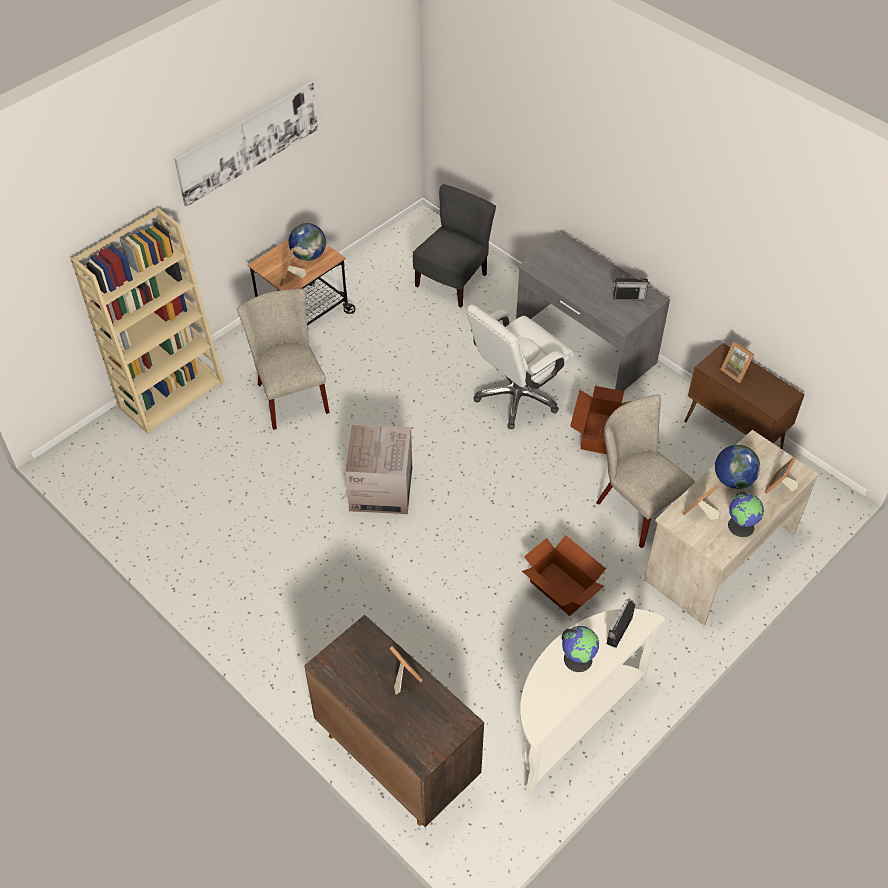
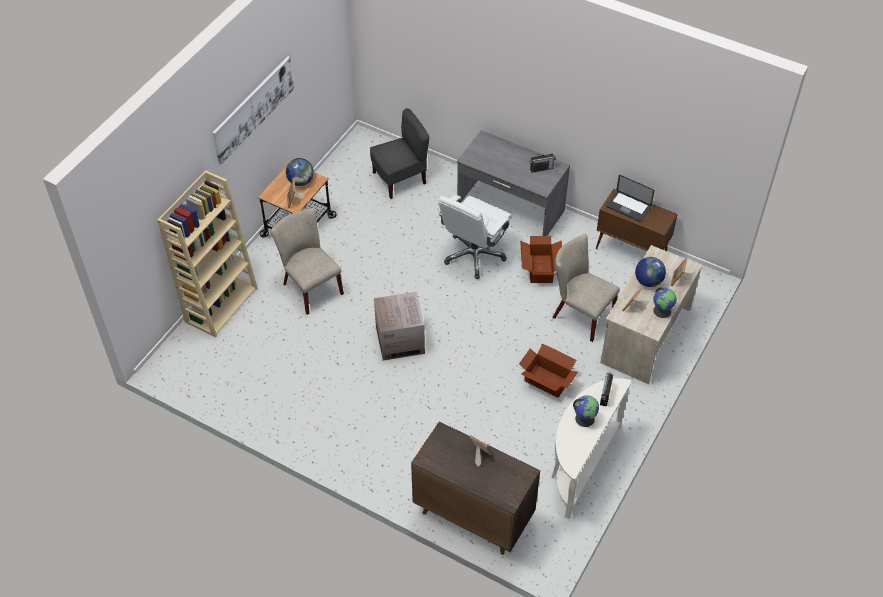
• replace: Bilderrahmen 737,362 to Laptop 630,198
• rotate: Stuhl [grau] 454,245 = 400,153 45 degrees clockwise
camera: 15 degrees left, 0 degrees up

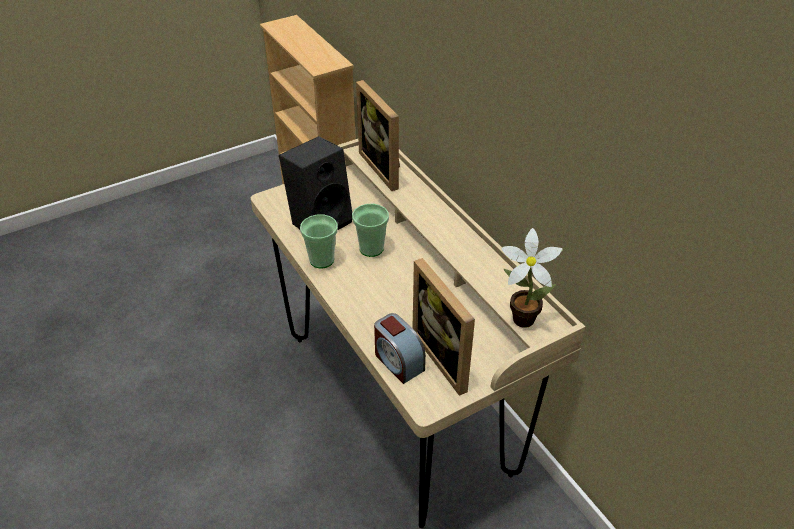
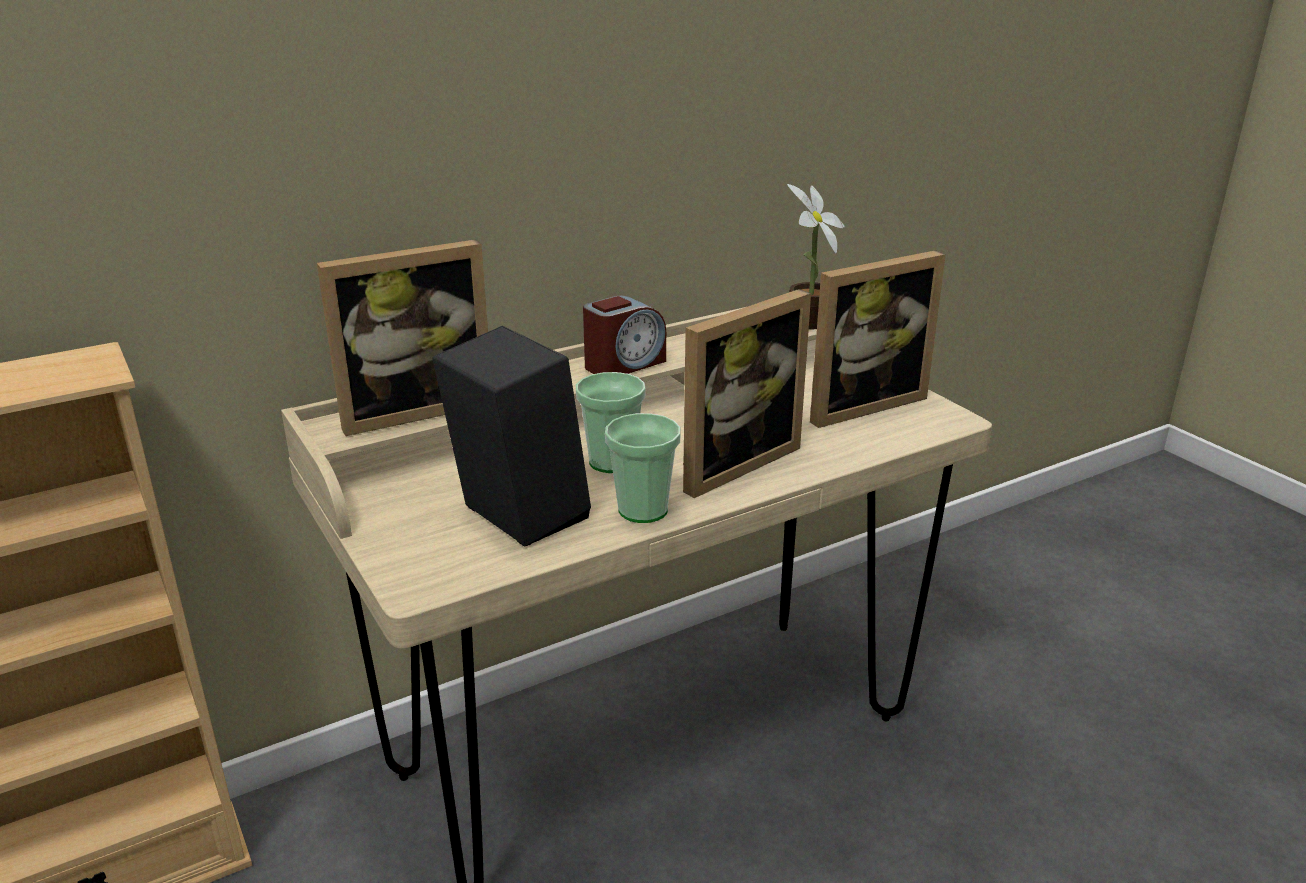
• insert: Bilderrahmen 747,393
• move: Wecker 400,348 to 624,334
camera: 90 degrees left, 15 degrees down

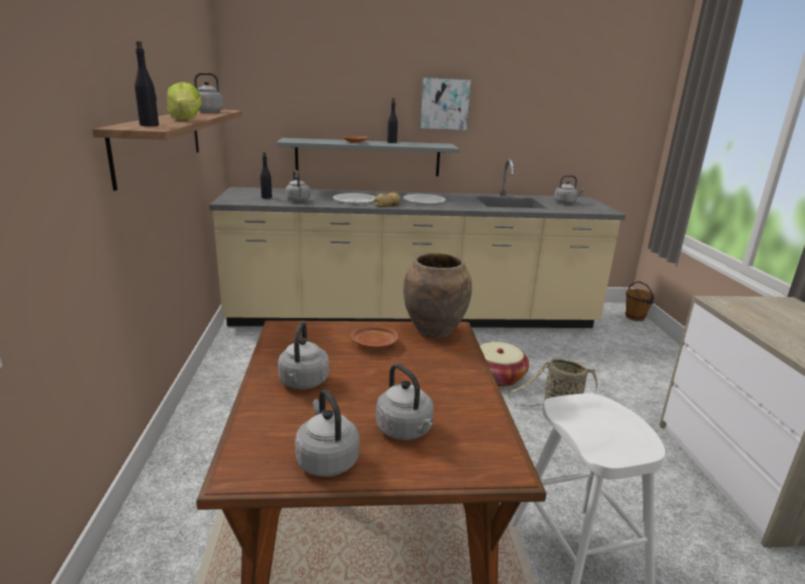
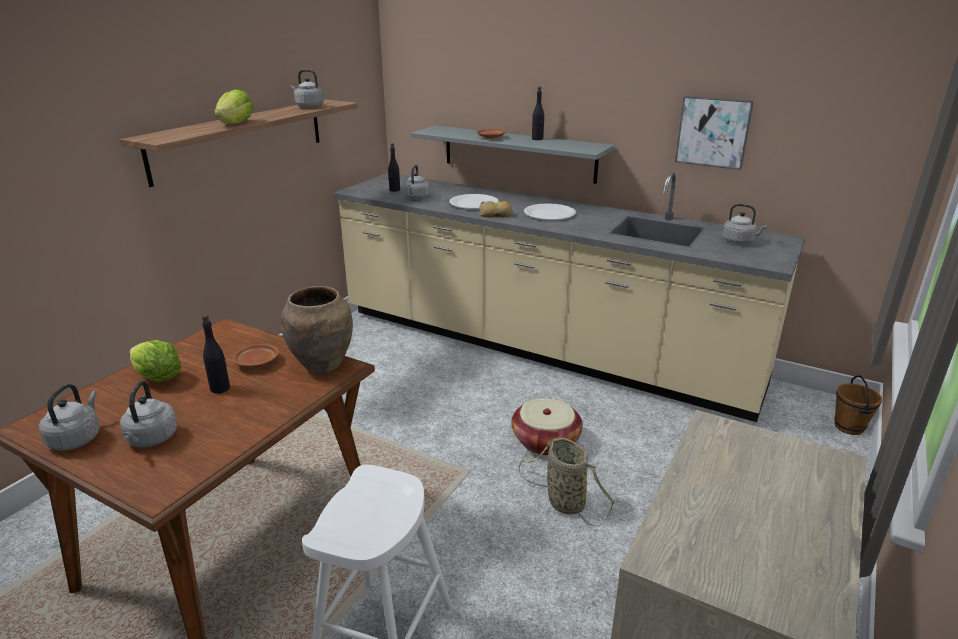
• move: Flasche [schwarz] 147,83 to 216,354
• move: Bild 445,104 to 714,133
• replace: Wasserkessel [grau] 303,355 to Salatkopf 155,361
camera: 35 degrees right, 5 degrees up

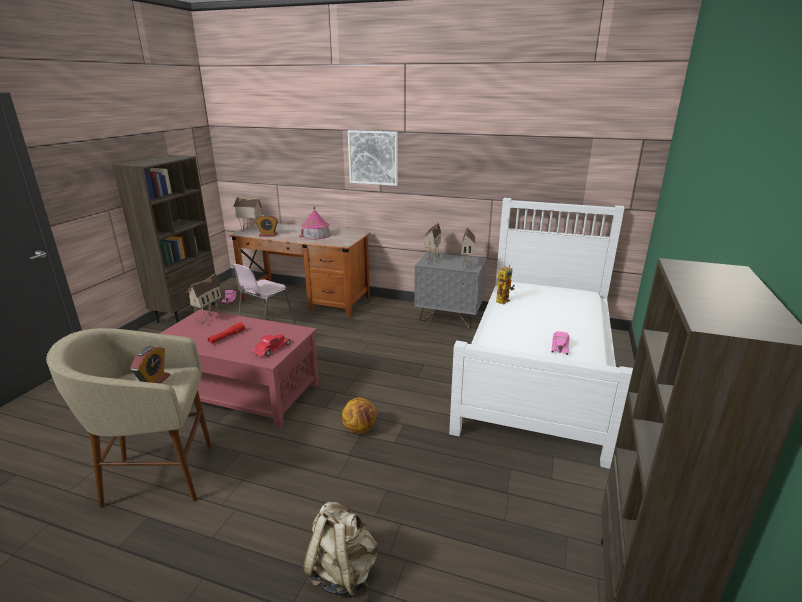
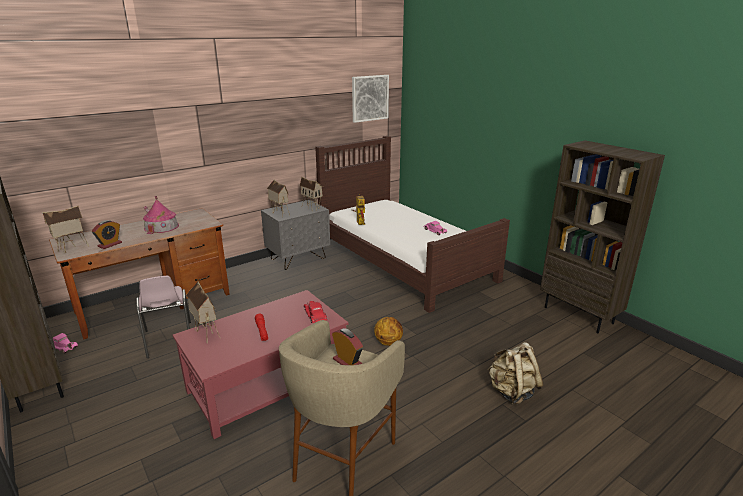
• move: Bild 373,158 to 370,99
• recolor: Bett [weiß] 541,333 to Bett [braun] 412,224
camera: 55 degrees left, 0 degrees up

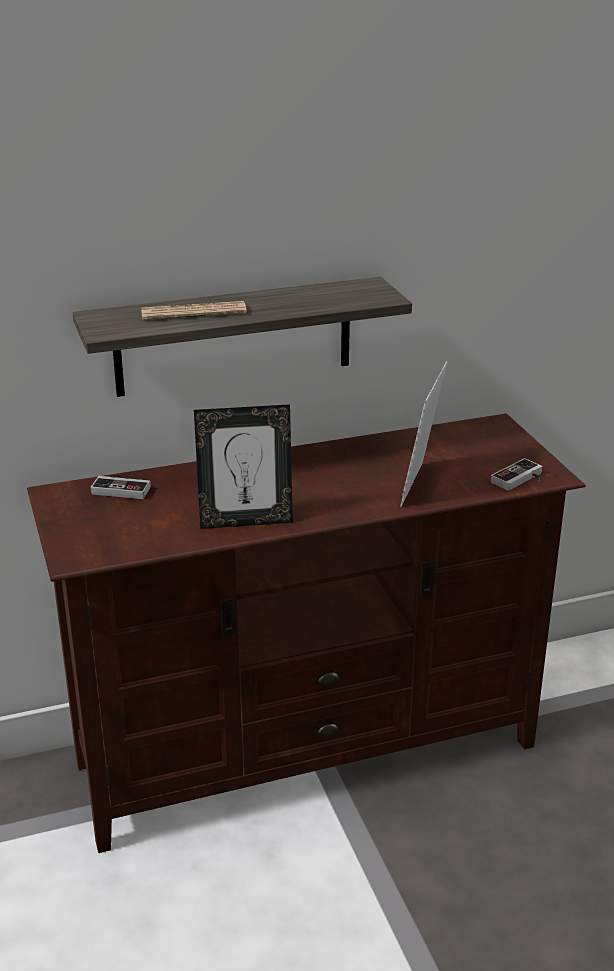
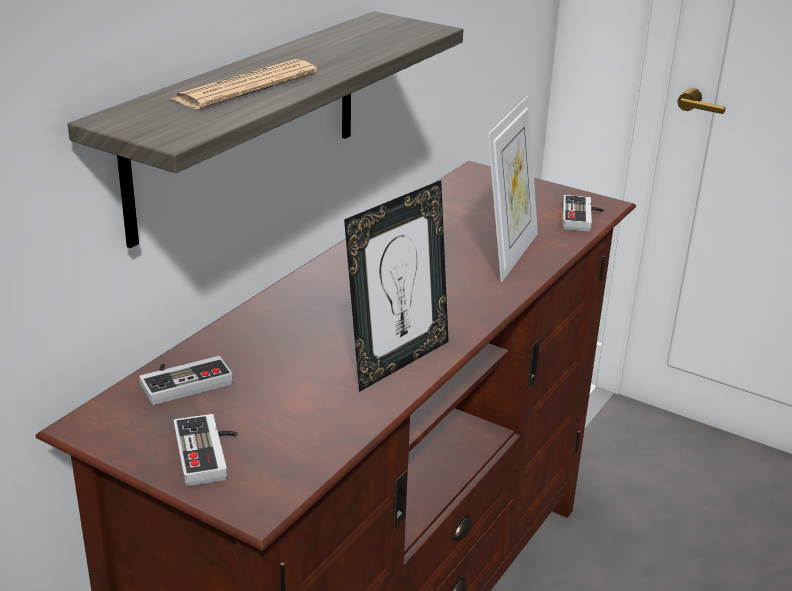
• insert: Gamepad 206,450
• rotate: Bilderrahmen 423,434 = 513,189 135 degrees counterclockwise
camera: 40 degrees left, 0 degrees up

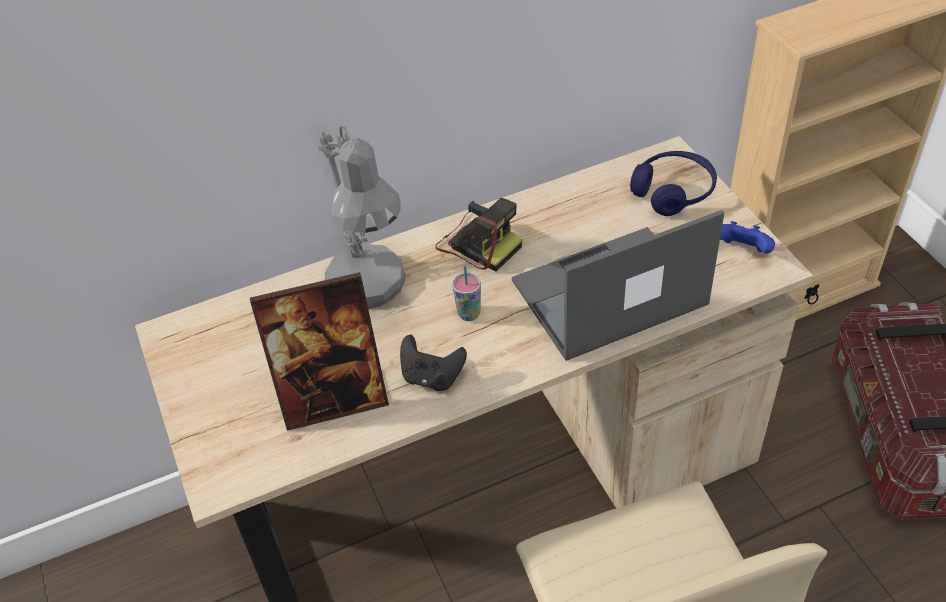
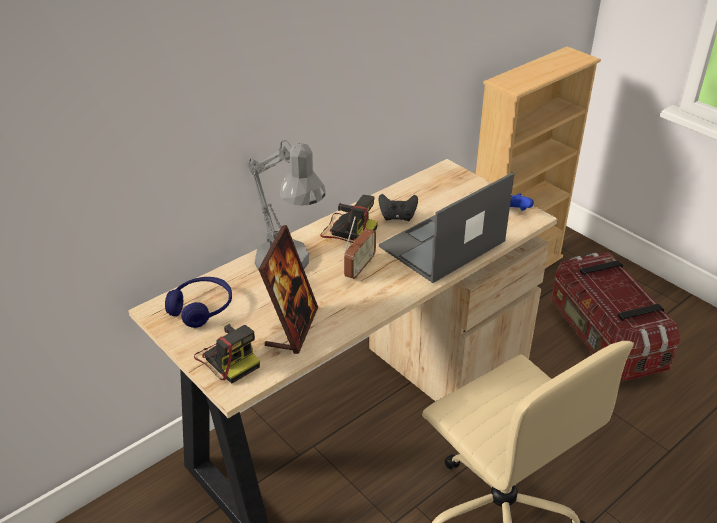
• insert: Kamera 227,354
• move: Gamepad [schwarz] 433,363 to 398,207
• move: Kopfhörer [blau] 673,183 to 198,302
• replace: Tasse 466,293 to Radio 359,248
• rotate: Bilderrahmen 319,351 = 288,289 45 degrees counterclockwise
camera: 20 degrees left, 10 degrees down

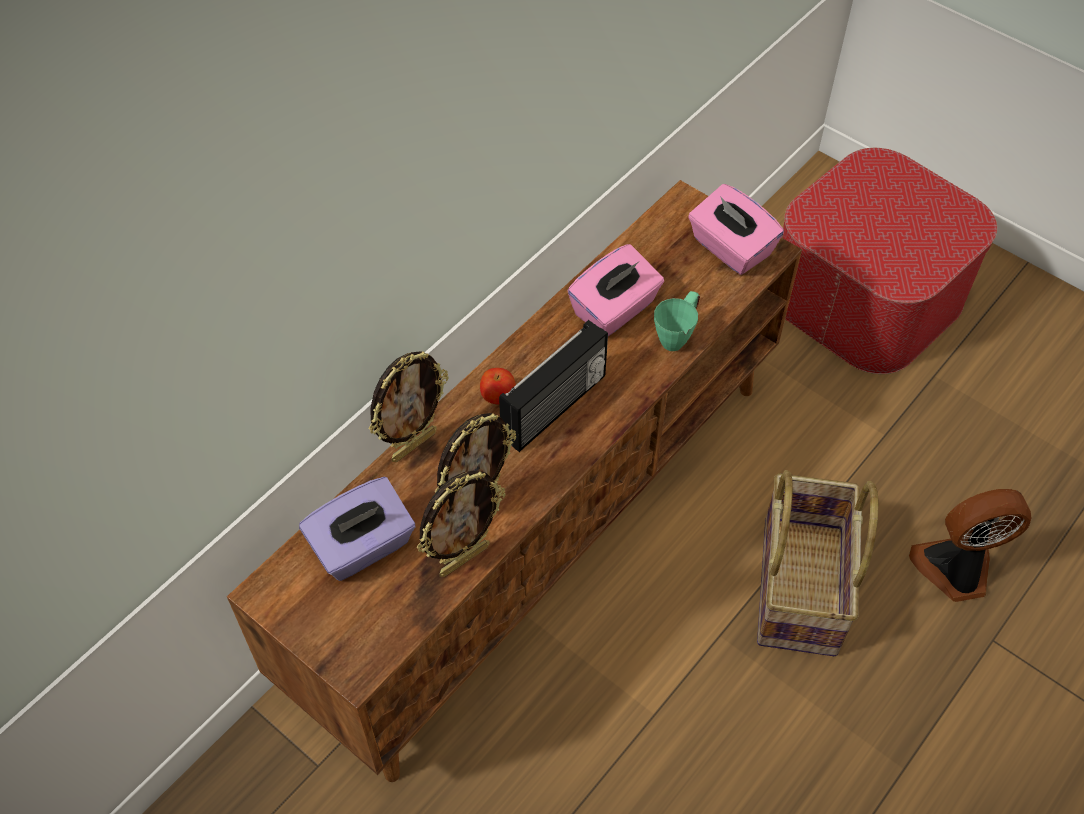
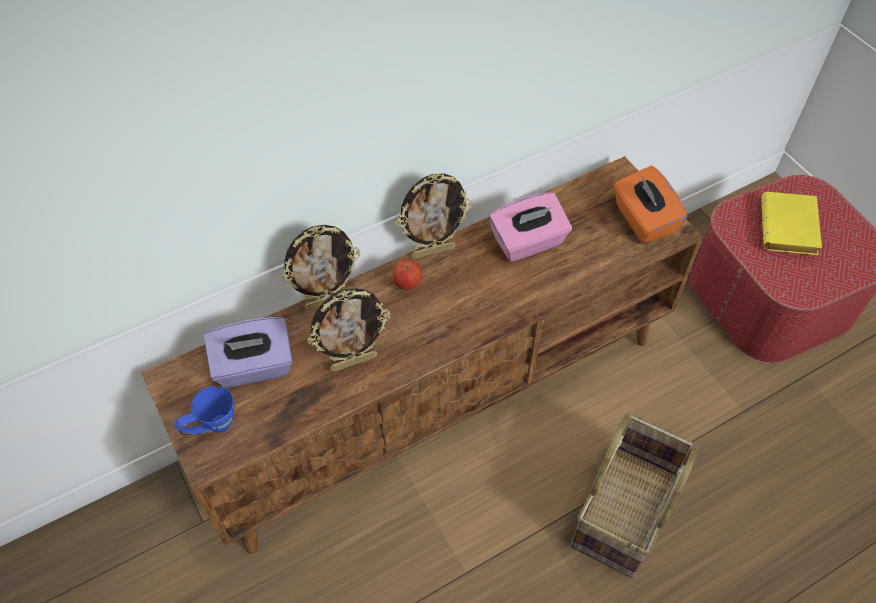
• delete: Radio 553,386
• delete: Henkelbecher [grün] 677,321
• delete: Ventilator 970,545
• insert: Henkelbecher [blau] 204,410
• insert: Buch [gelb] 791,223
• move: Bilderrahmen 461,523 to 434,216
• recolor: Taschentuchbox [rosa] 736,229 to Taschentuchbox [orange] 650,204
camera: 20 degrees right, 0 degrees up

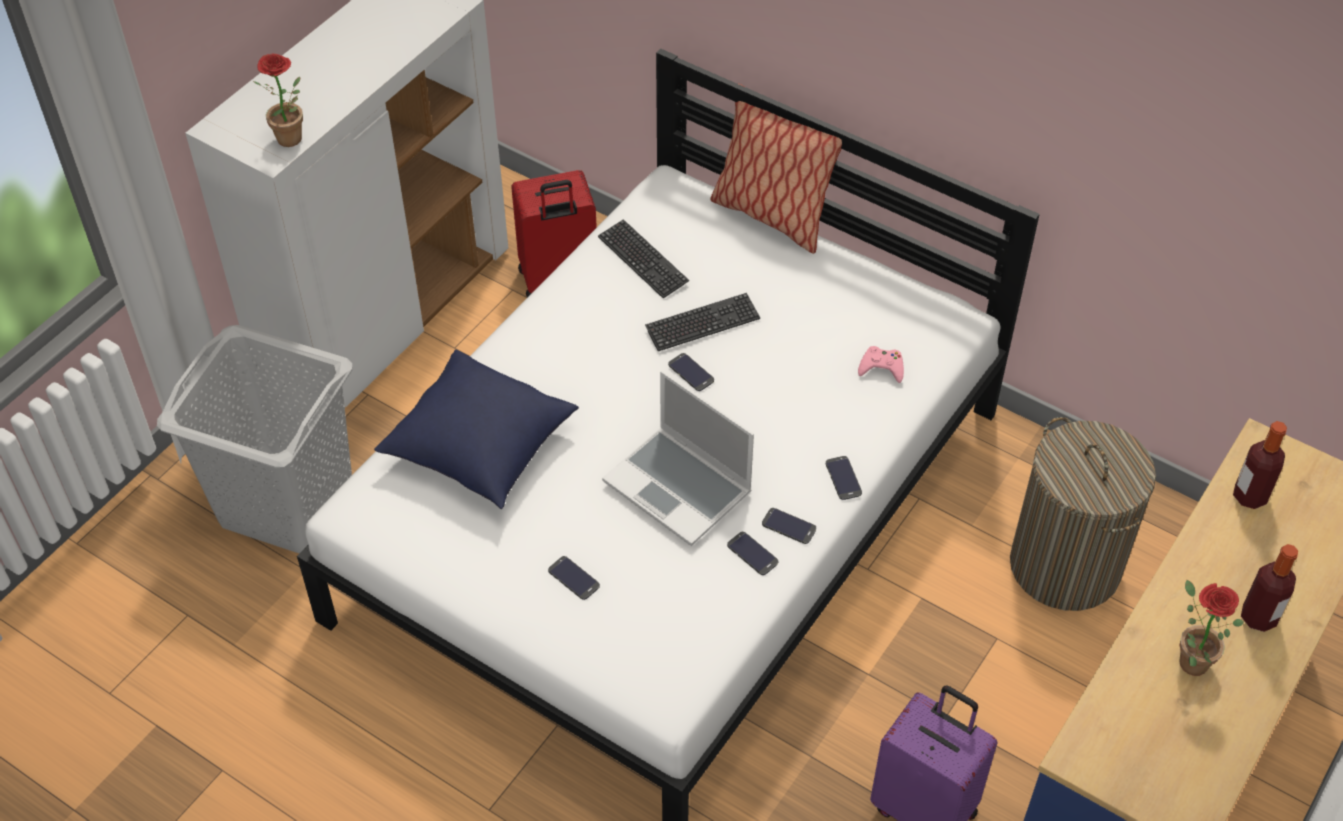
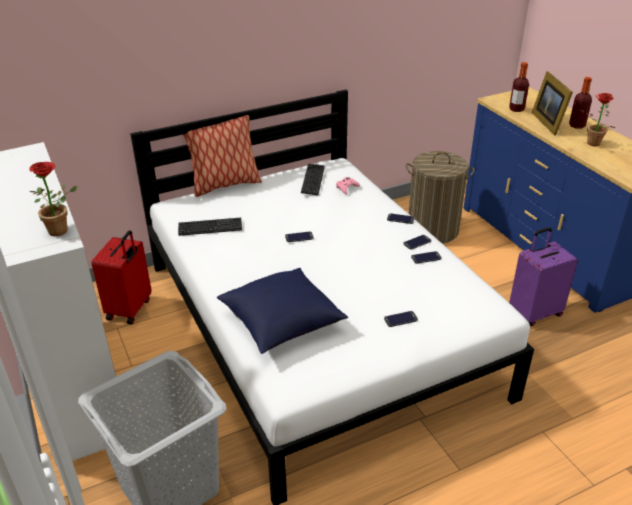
• delete: Laptop 678,458
• insert: Bilderrahmen 552,103
• move: Tastatur 702,322 to 313,179
camera: 60 degrees left, 15 degrees down

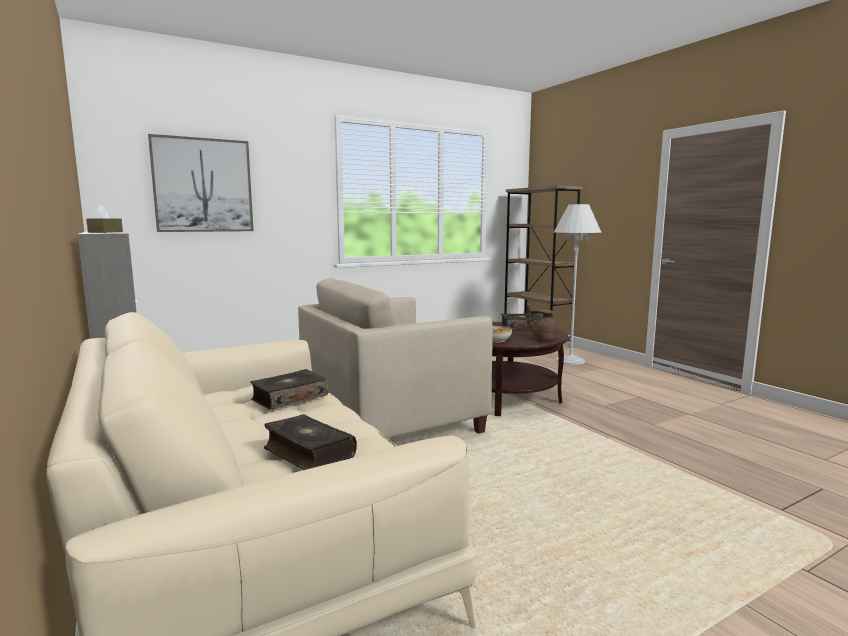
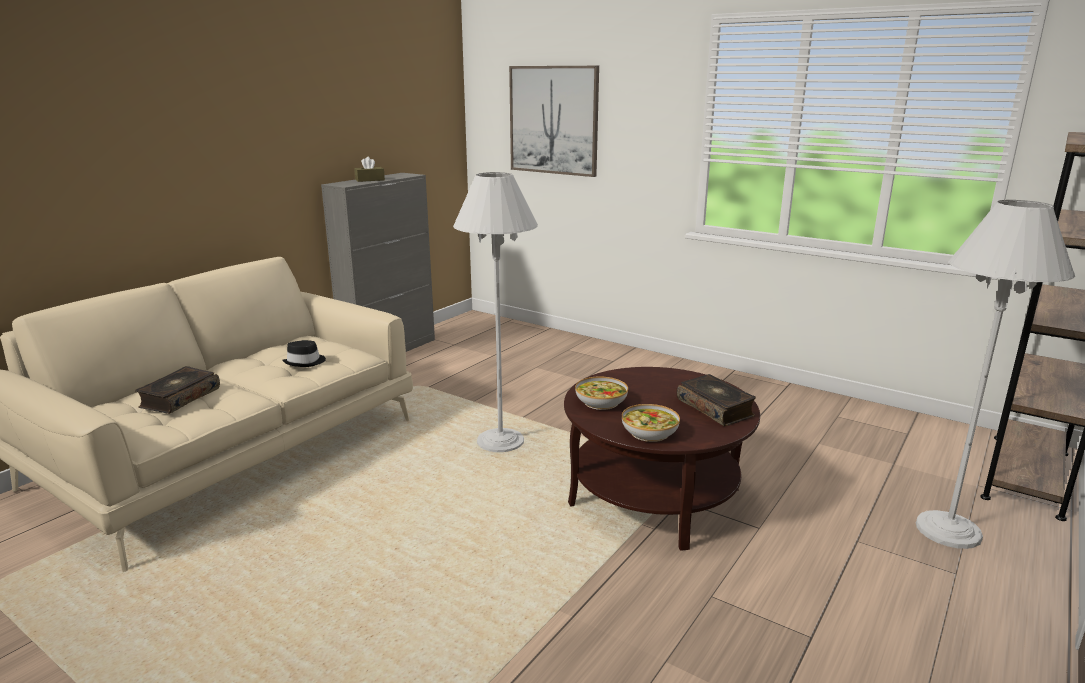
• replace: Buch 289,389 to Hut [schwarz] 304,353
• replace: Sessel [beige] 395,358 to Stehlampe [weiß] 495,312
• replace: Teekanne [braun] 542,321 to Schüssel 651,423
camera: 65 degrees right, 10 degrees up

